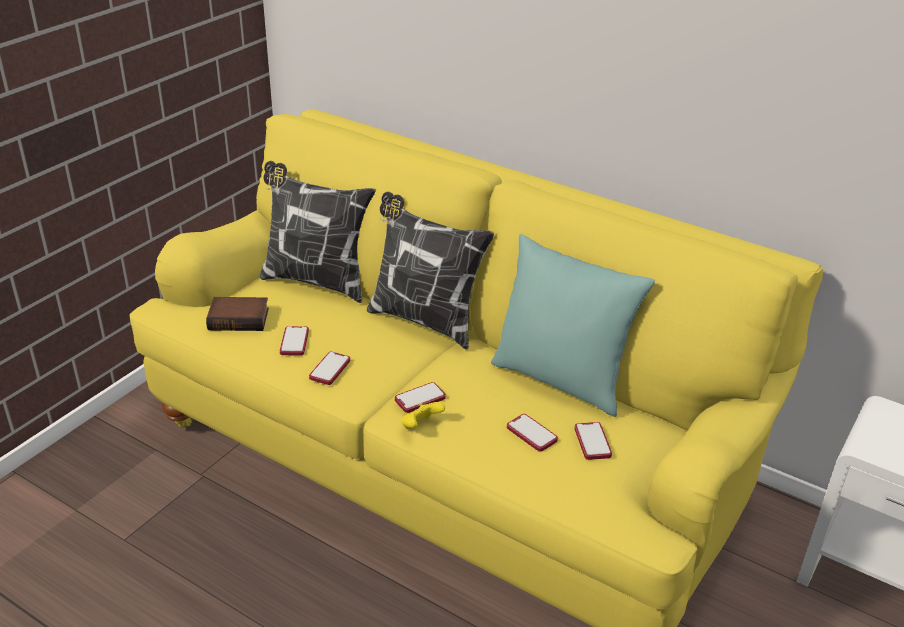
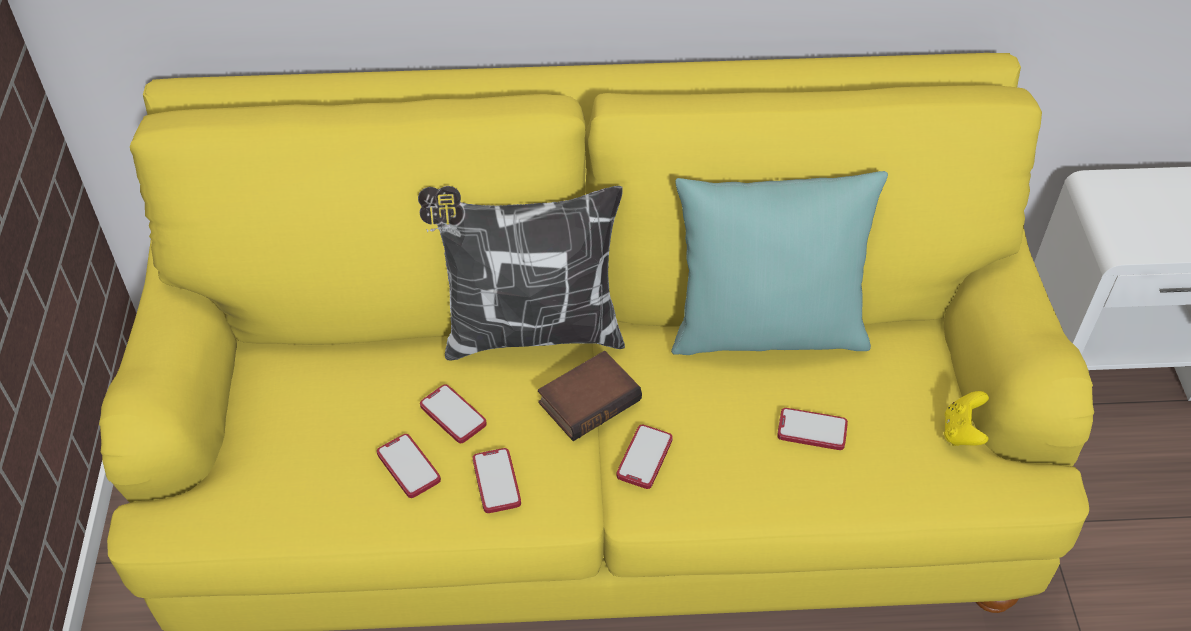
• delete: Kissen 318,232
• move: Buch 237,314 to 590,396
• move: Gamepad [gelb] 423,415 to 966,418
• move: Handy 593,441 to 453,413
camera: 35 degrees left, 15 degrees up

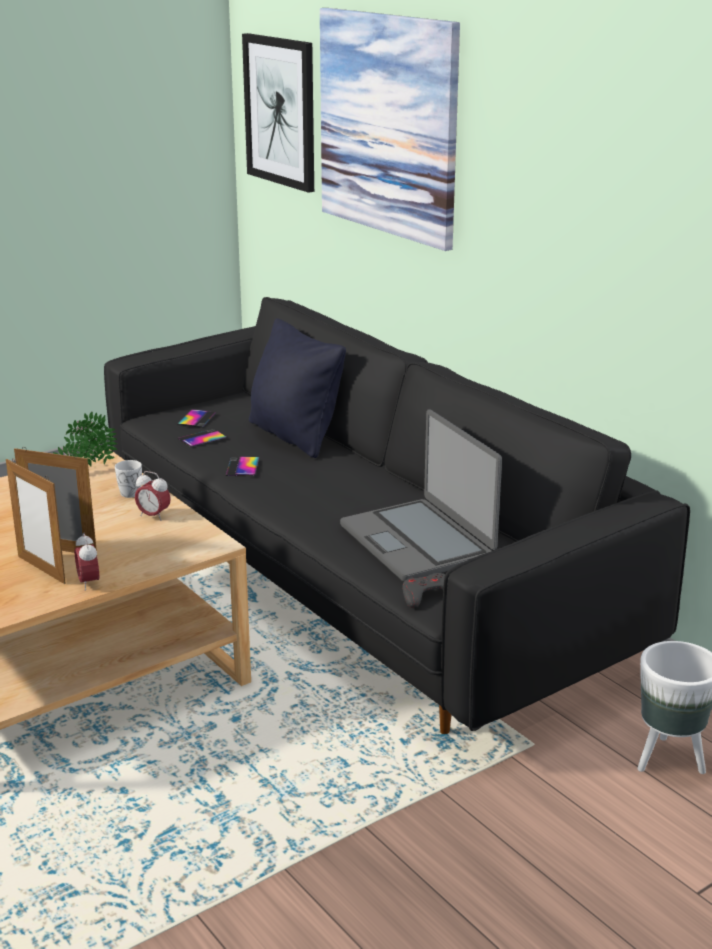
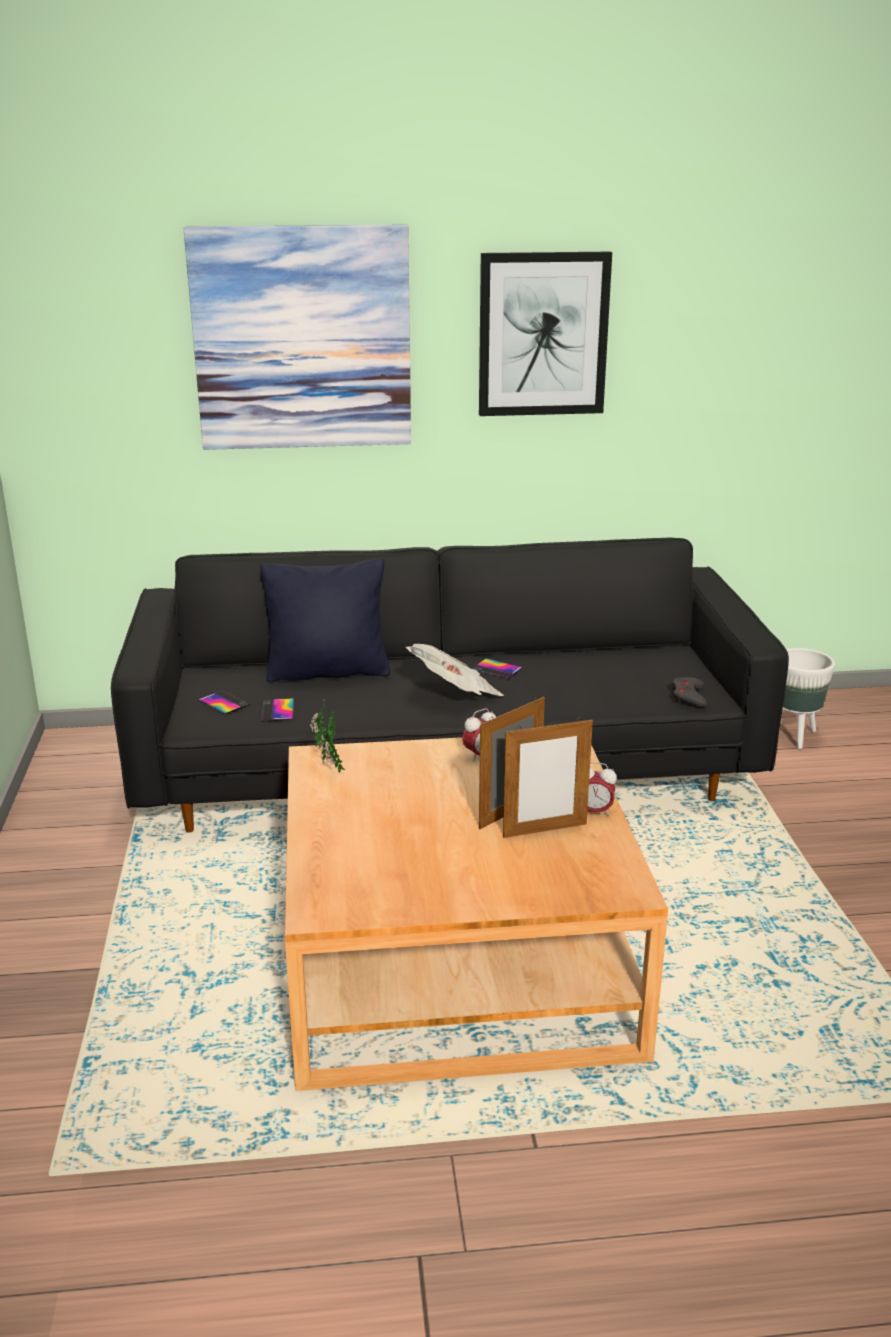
• delete: Henkelbecher [weiß] 128,479
• delete: Laptop 421,495
• insert: Zeitung 455,670
• move: Handy 242,466 to 497,668
• move: Bild 278,113 to 545,334
camera: 60 degrees left, 0 degrees up

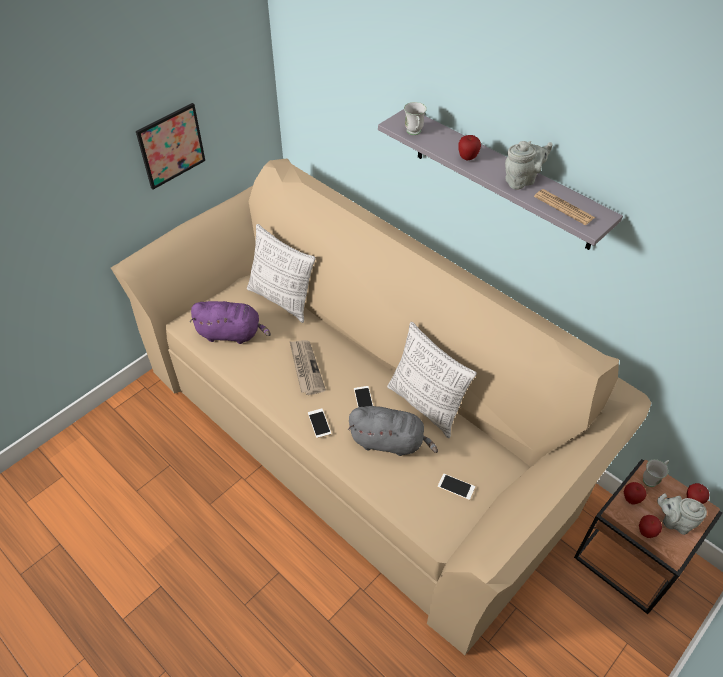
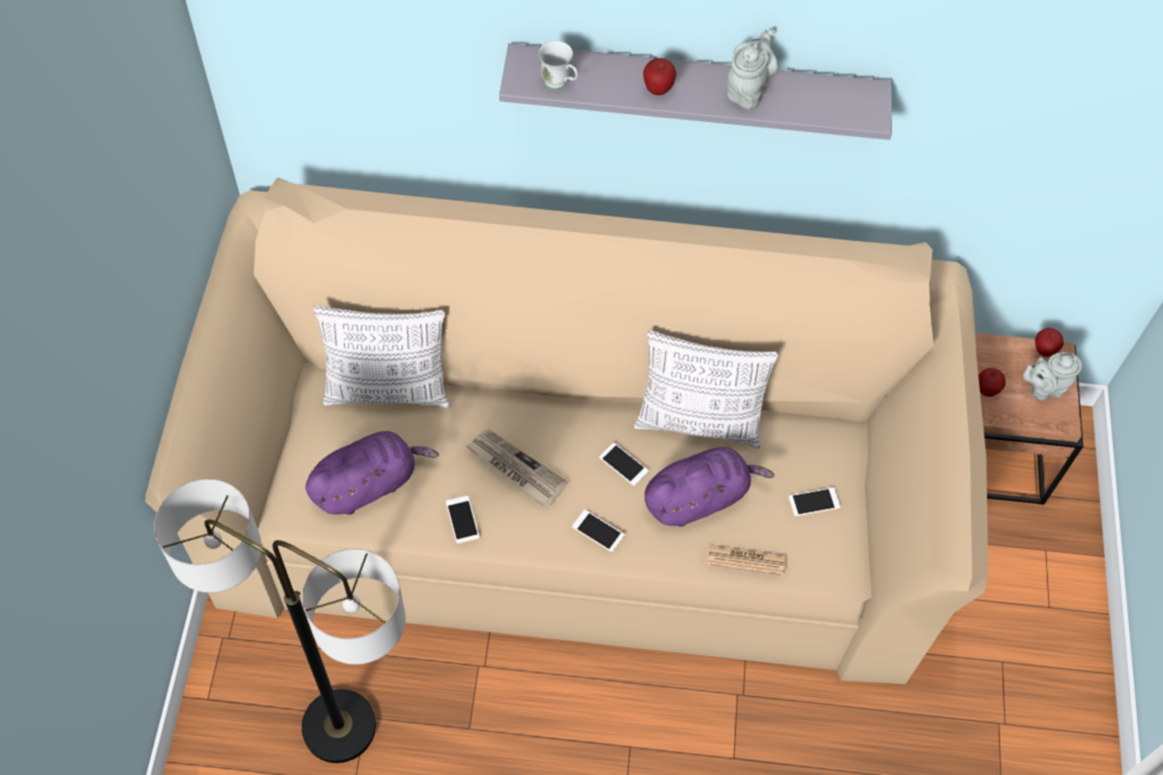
• delete: Bild 170,146
• delete: Apfel 650,526
• delete: Henkelbecher [weiß] 656,473
• insert: Stehlampe 280,621
• insert: Handy 463,520
• move: Zeitung 564,207 to 746,560
• recolor: Plüschtier [grau] 393,431 to Plüschtier [lila] 709,487
camera: 40 degrees left, 10 degrees up

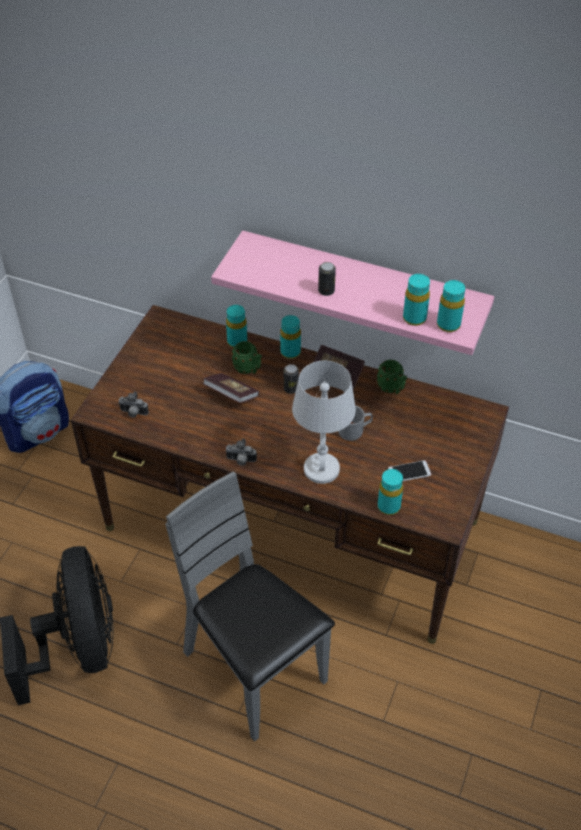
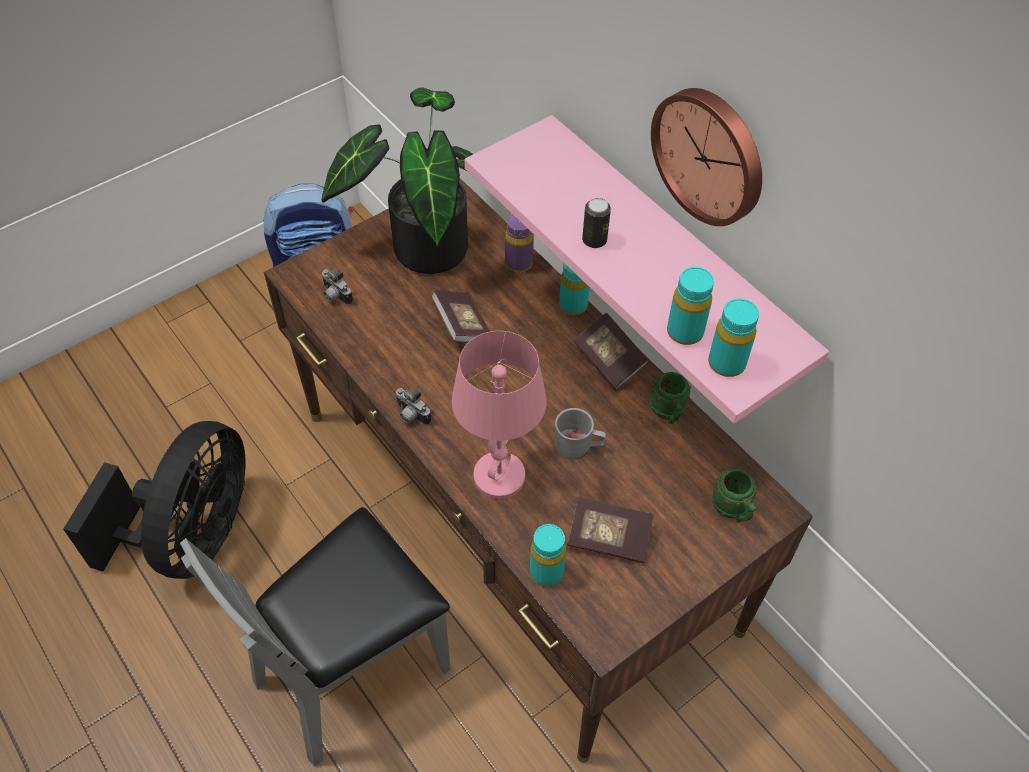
• delete: Dose 291,379
• insert: Topfpflanze 397,180
• insert: Wanduhr 706,157
• move: Henkelbecher [grün] 247,357 to 734,495
• replace: Handy 409,470 to Buch 610,530
• recolor: Flasche [türkis] 236,326 to Flasche [lila] 519,243
• recolor: Tischlampe [weiß] 324,422 to Tischlampe [rosa] 499,415
• rotate: Stuhl [grau] 250,606 = 315,637 120 degrees counterclockwise
camera: 30 degrees right, 5 degrees up

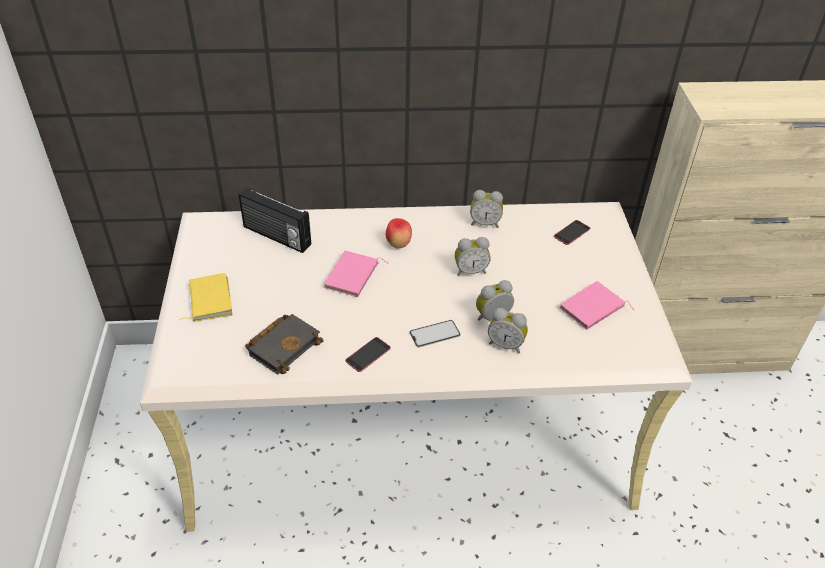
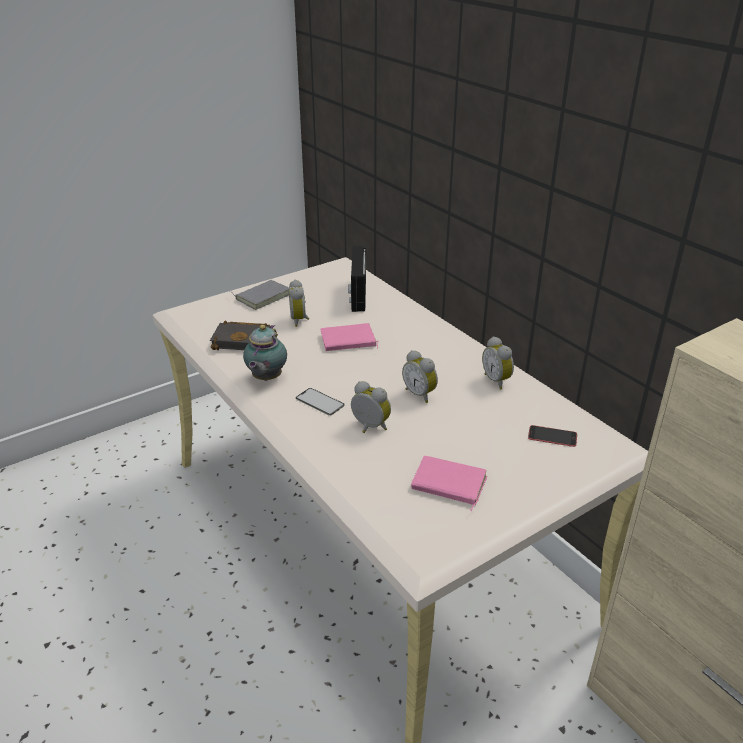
• delete: Apfel 399,233
• move: Wecker 508,330 to 299,303
• replace: Handy 368,354 to Teekanne 265,353
• recolor: Buch [gelb] 206,297 to Buch [grau] 260,295
camera: 60 degrees right, 10 degrees down

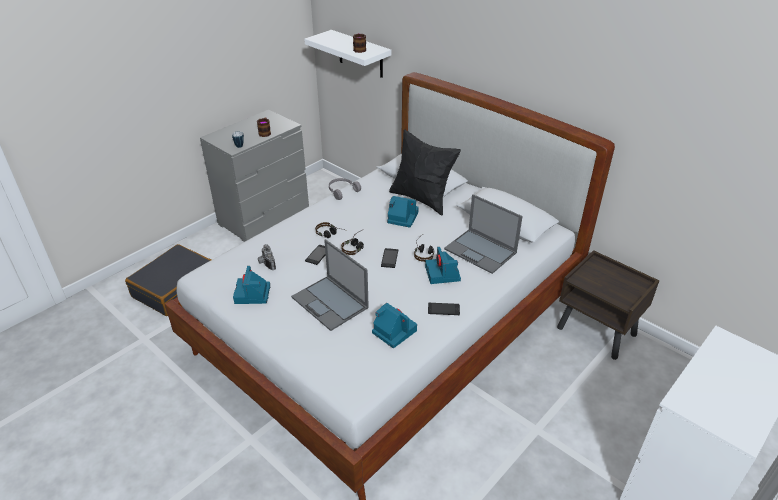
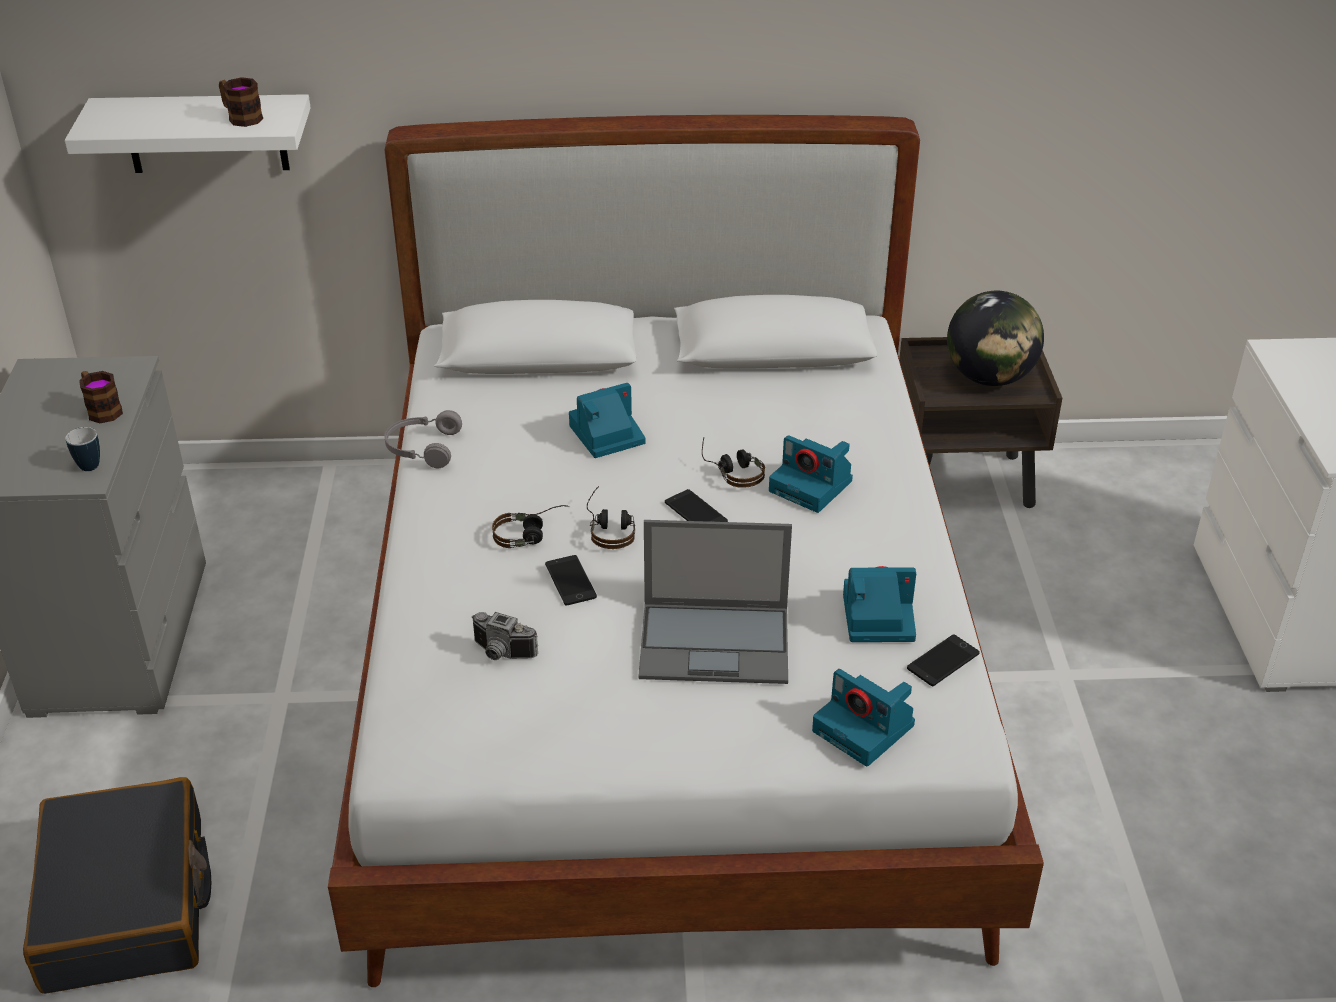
• delete: Kissen [schwarz] 425,172
• delete: Laptop 483,234
• insert: Globus 995,338
• move: Kamera 251,285 to 863,717
• move: Handy 444,309 to 943,660
camera: 45 degrees left, 0 degrees up

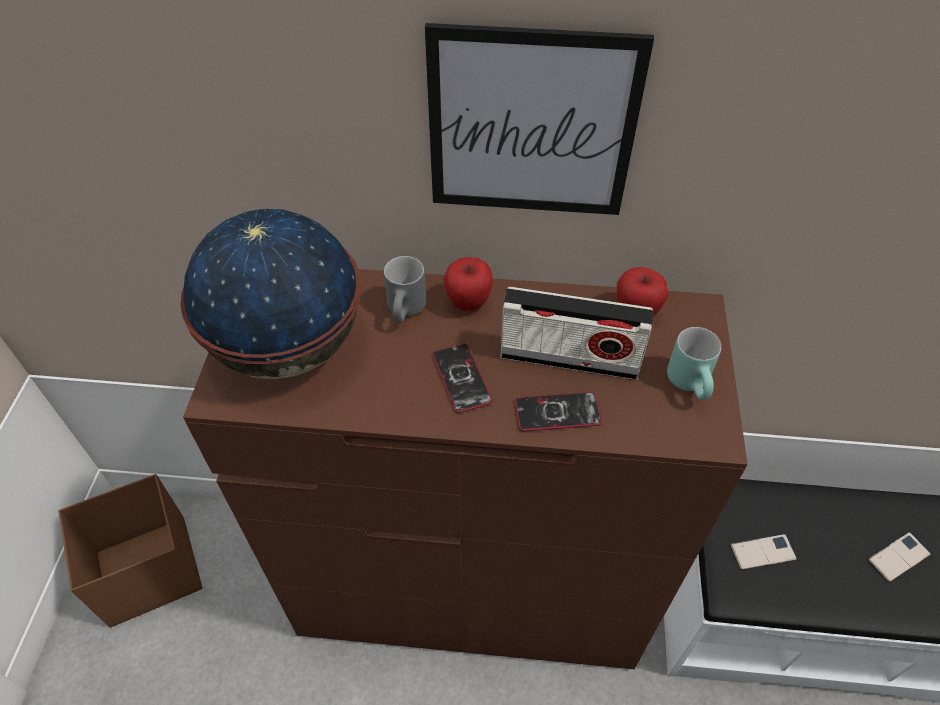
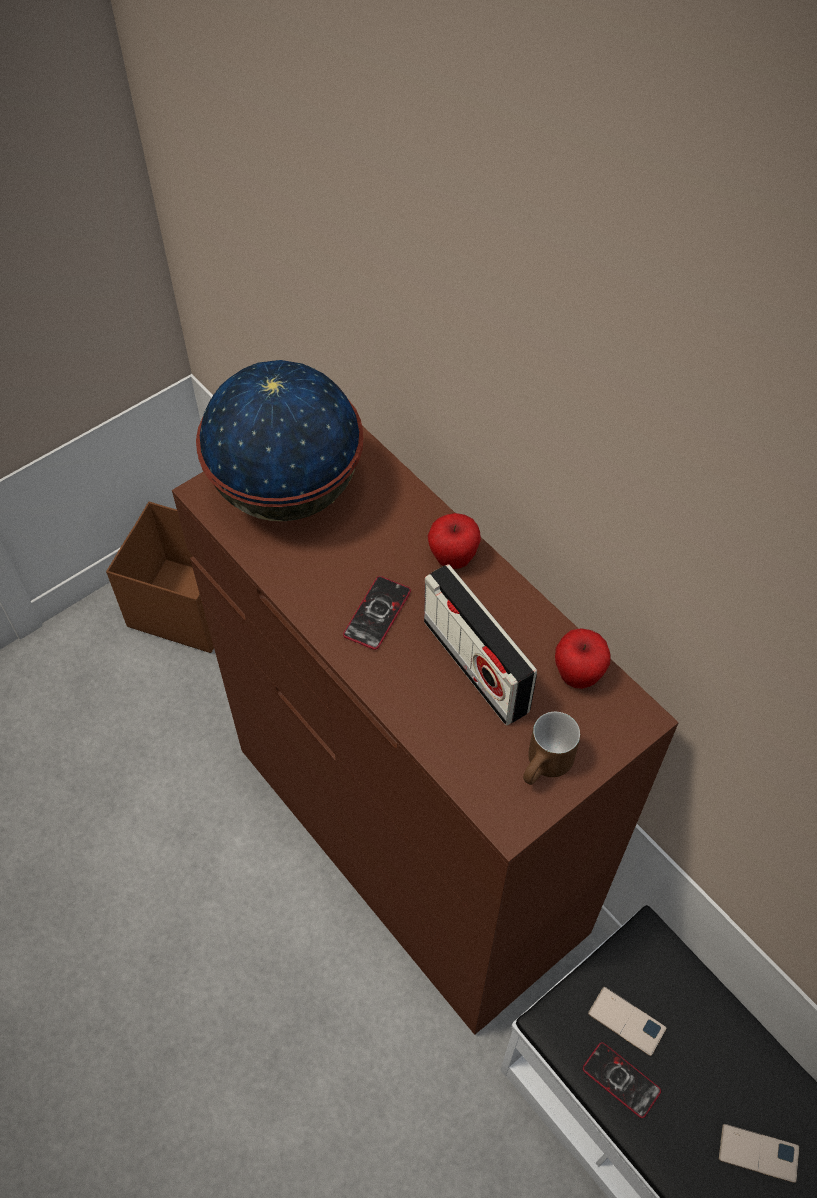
• delete: Henkelbecher [grau] 405,289
• delete: Bild 539,119
• move: Handy 558,411 to 622,1080
• recolor: Henkelbecher [türkis] 694,363 to Henkelbecher [braun] 551,748
camera: 45 degrees right, 5 degrees up

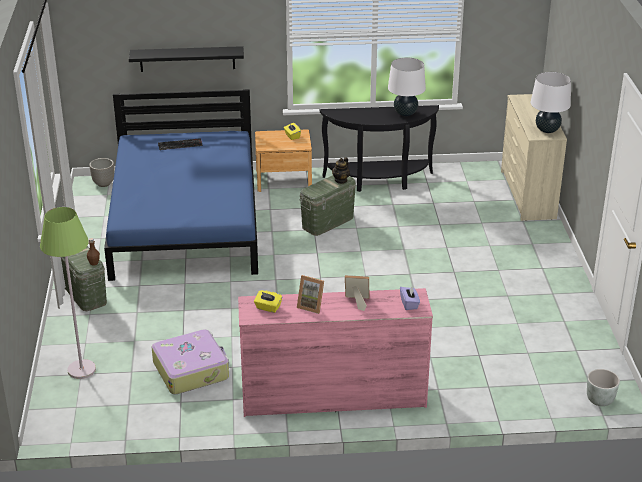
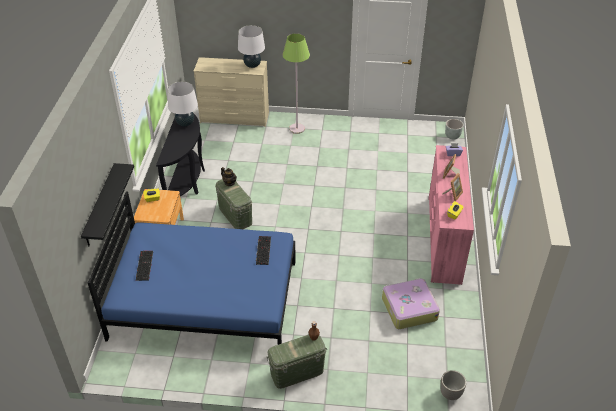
• insert: Tastatur 263,250
• move: Stehlampe [grün] 68,293 to 296,83
• move: Pflanzkübel 101,172 to 453,385
camera: 80 degrees left, 10 degrees up

